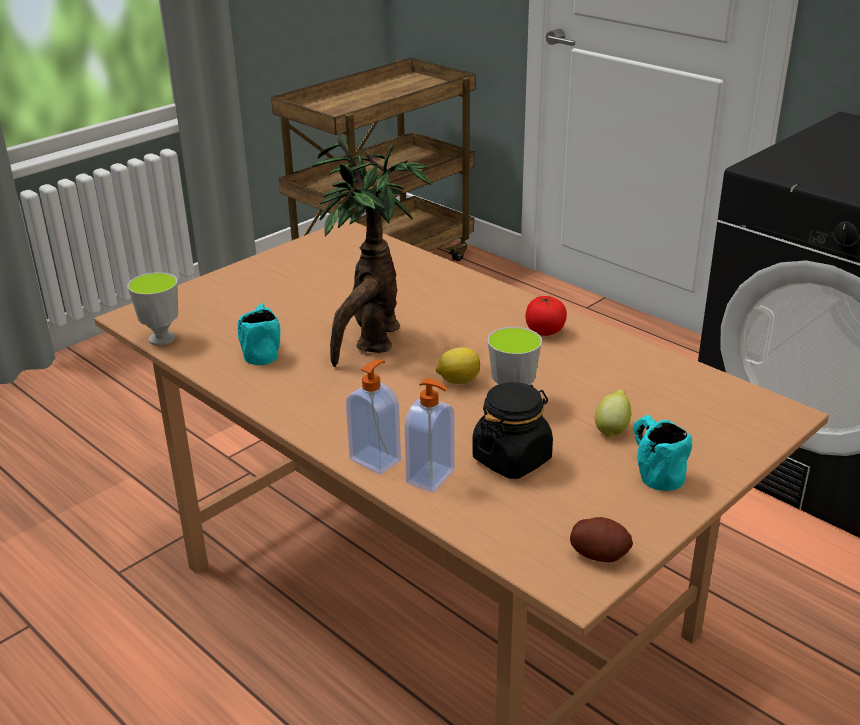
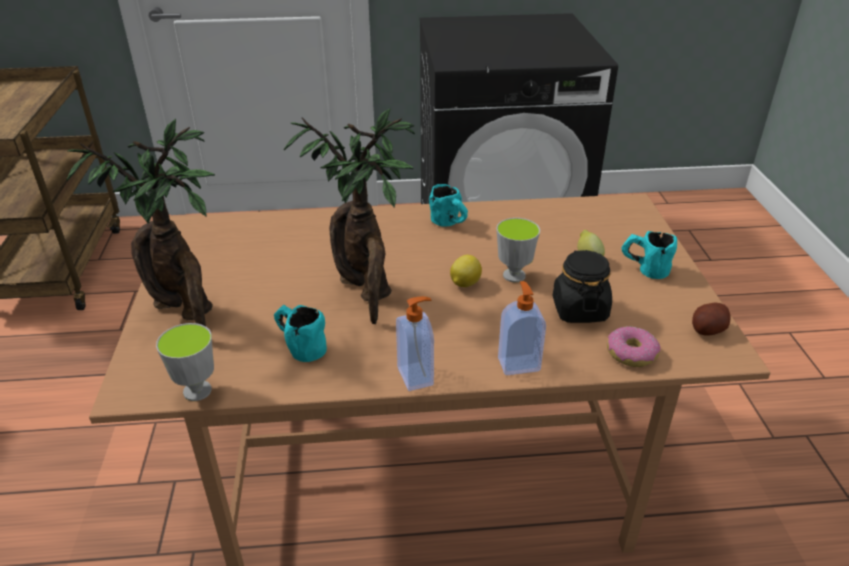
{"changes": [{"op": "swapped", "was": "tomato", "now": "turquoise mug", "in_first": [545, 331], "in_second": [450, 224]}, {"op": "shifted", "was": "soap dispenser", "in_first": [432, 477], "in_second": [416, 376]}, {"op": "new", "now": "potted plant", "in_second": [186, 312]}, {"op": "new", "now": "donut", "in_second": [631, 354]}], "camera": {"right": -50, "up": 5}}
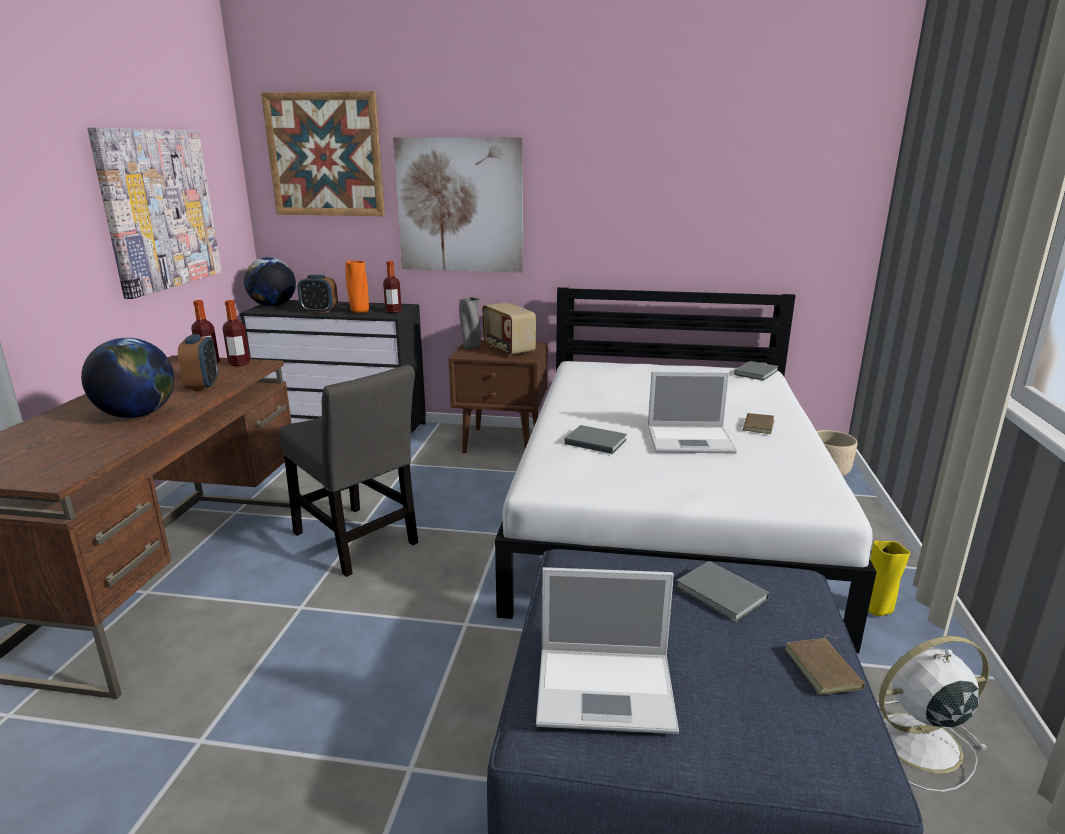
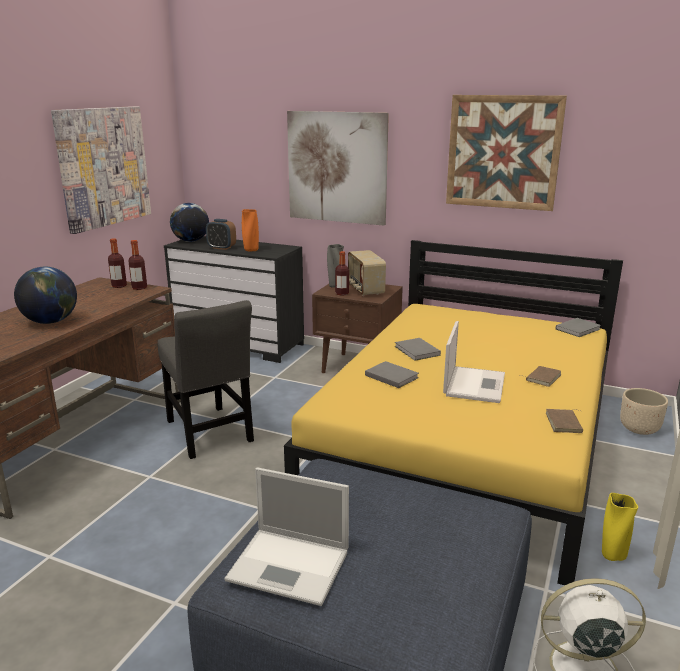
{"changes": [{"op": "shifted", "was": "picture", "in_first": [325, 155], "in_second": [503, 152]}, {"op": "shifted", "was": "bottle", "in_first": [393, 311], "in_second": [342, 293]}, {"op": "repainted", "was": "white bed", "now": "yellow bed", "in_first": [666, 513], "in_second": [467, 444]}, {"op": "gone", "was": "alarm clock", "in_first": [203, 386]}, {"op": "rotated", "was": "laptop", "in_first": [692, 440], "in_second": [474, 384], "clockwise": -90}, {"op": "shifted", "was": "grey book", "in_first": [722, 595], "in_second": [417, 351]}, {"op": "shifted", "was": "brown book", "in_first": [825, 669], "in_second": [565, 423]}], "camera": {"right": 15, "up": 0}}
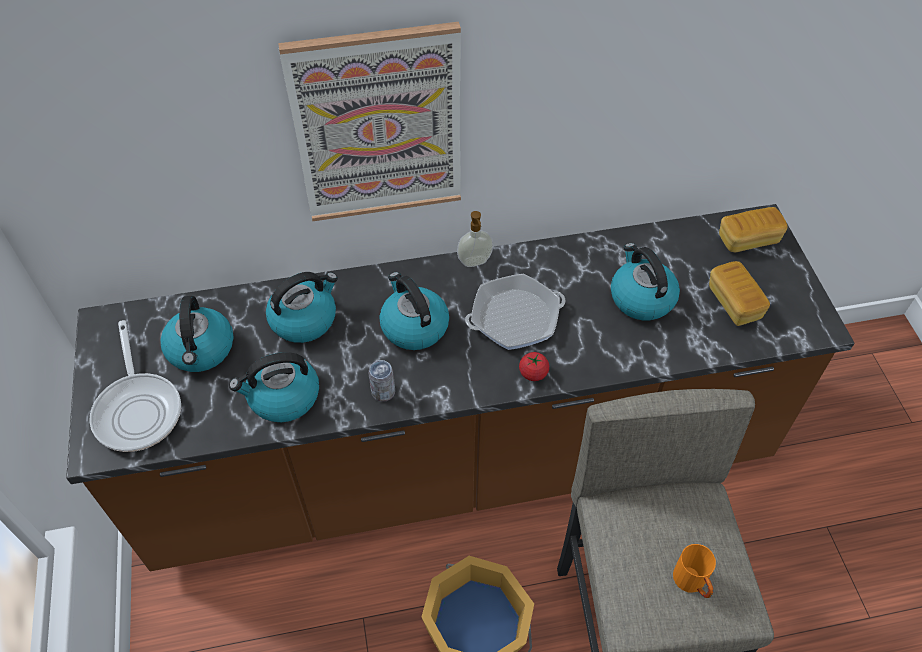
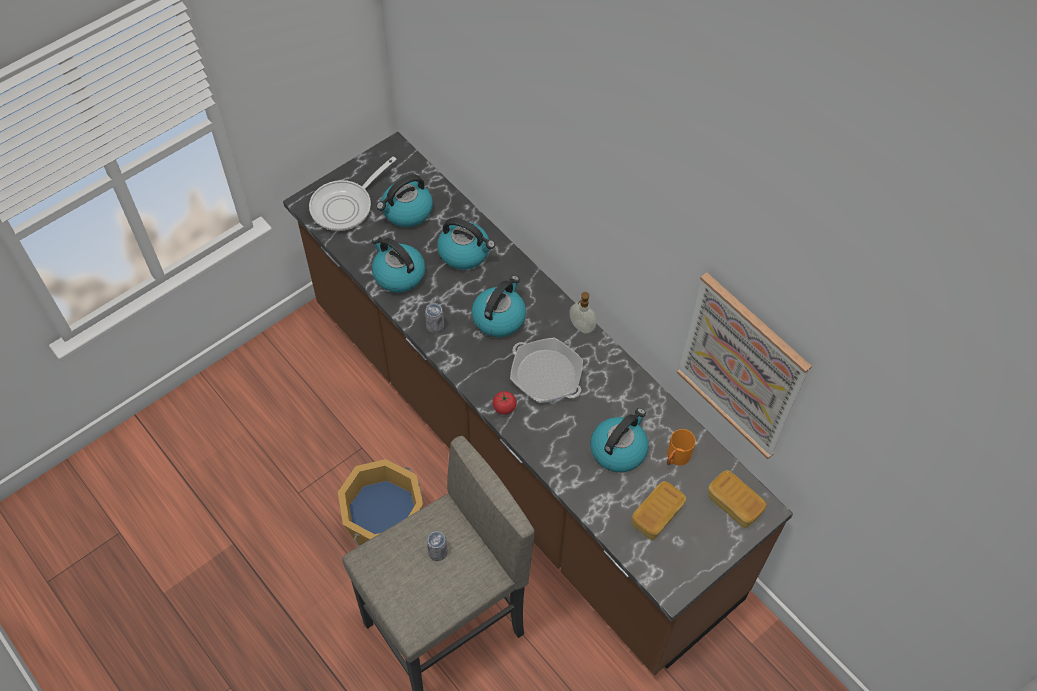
{"changes": [{"op": "shifted", "was": "picture", "in_first": [378, 126], "in_second": [741, 367]}, {"op": "shifted", "was": "orange mug", "in_first": [692, 583], "in_second": [675, 458]}, {"op": "new", "now": "can", "in_second": [438, 552]}], "camera": {"right": 60, "up": 5}}
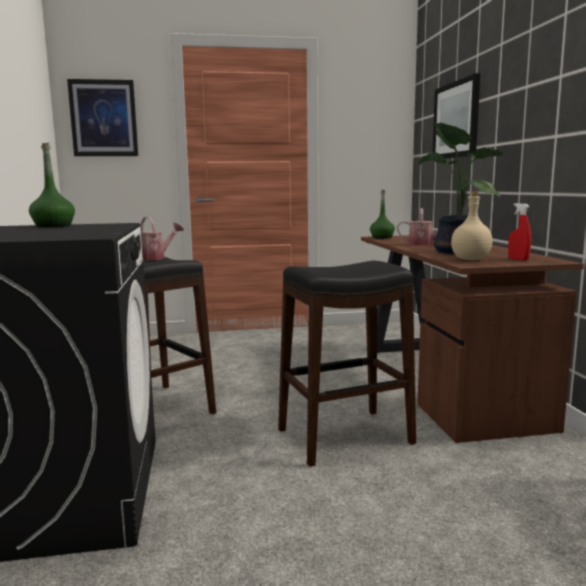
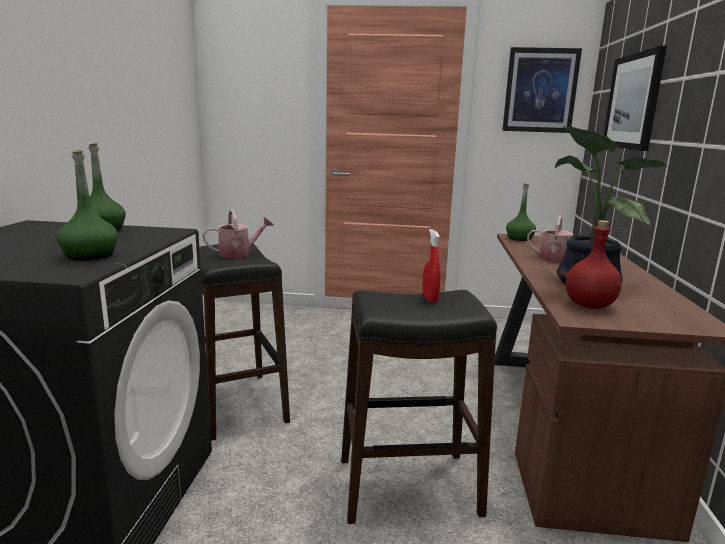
{"changes": [{"op": "shifted", "was": "picture", "in_first": [103, 118], "in_second": [540, 90]}, {"op": "repainted", "was": "beige bottle", "now": "red bottle", "in_first": [471, 259], "in_second": [590, 306]}, {"op": "shifted", "was": "red spray bottle", "in_first": [518, 259], "in_second": [430, 299]}, {"op": "new", "now": "green bottle", "in_second": [90, 256]}], "camera": {"right": 15, "up": 5}}
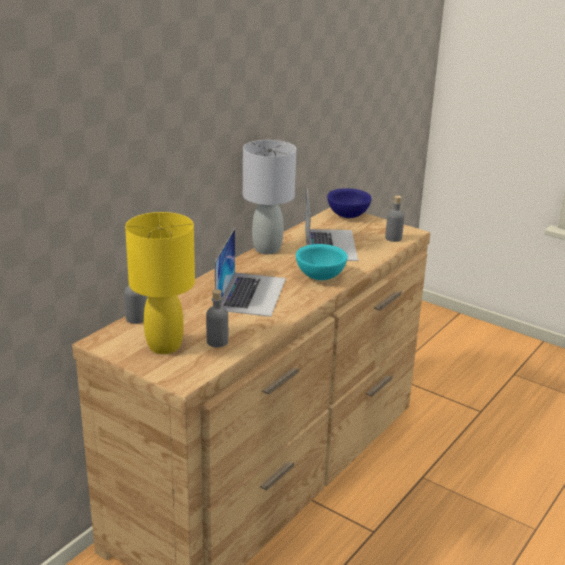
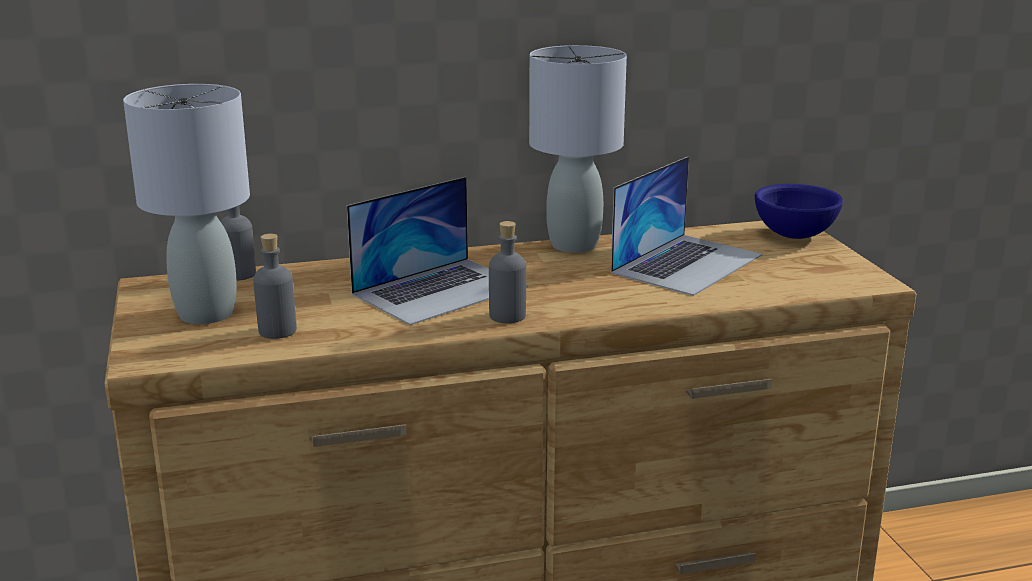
{"changes": [{"op": "shifted", "was": "grey bottle", "in_first": [393, 238], "in_second": [507, 316]}, {"op": "repainted", "was": "yellow table lamp", "now": "grey table lamp", "in_first": [165, 345], "in_second": [207, 314]}, {"op": "gone", "was": "turquoise bowl", "in_first": [320, 276]}], "camera": {"right": 40, "up": -5}}
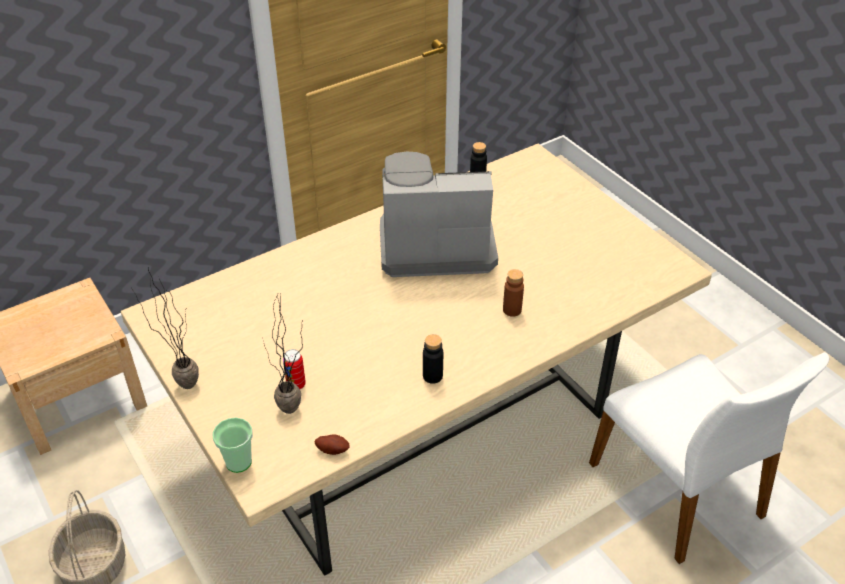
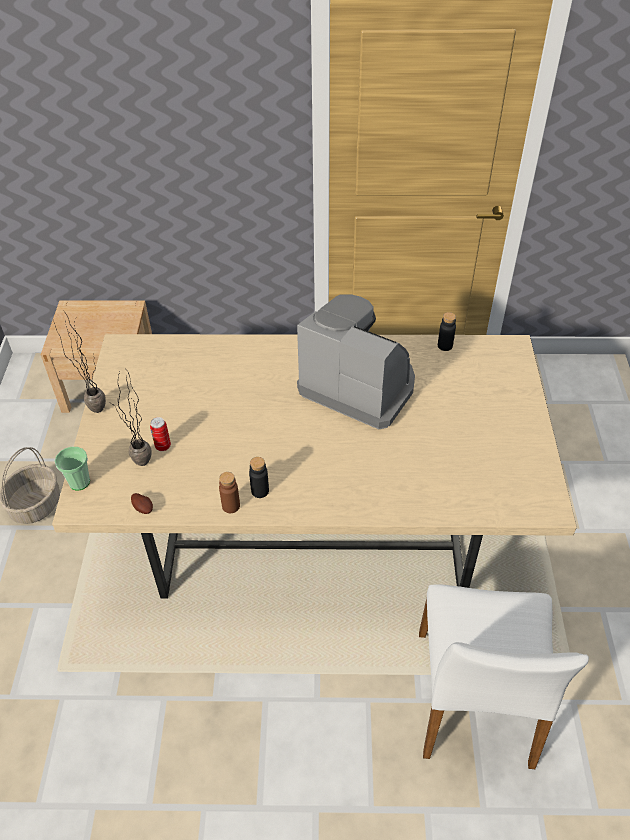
{"changes": [{"op": "shifted", "was": "brown bottle", "in_first": [512, 310], "in_second": [231, 506]}], "camera": {"right": 35, "up": 5}}
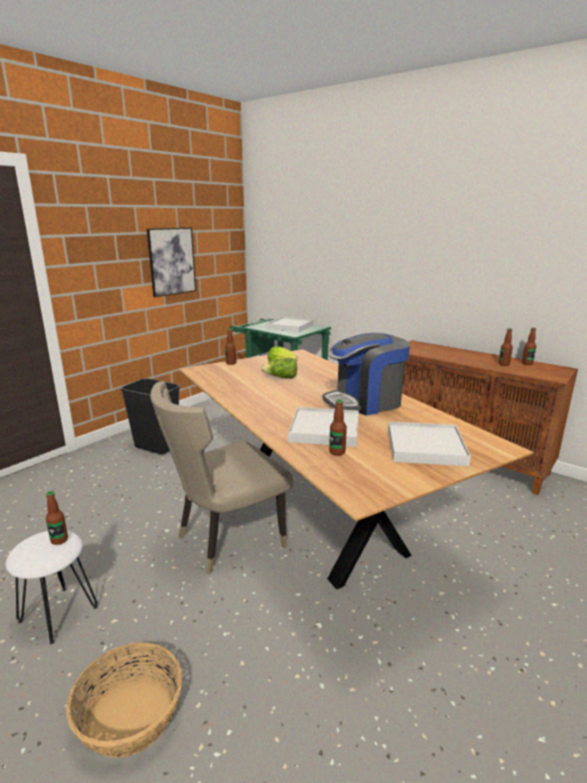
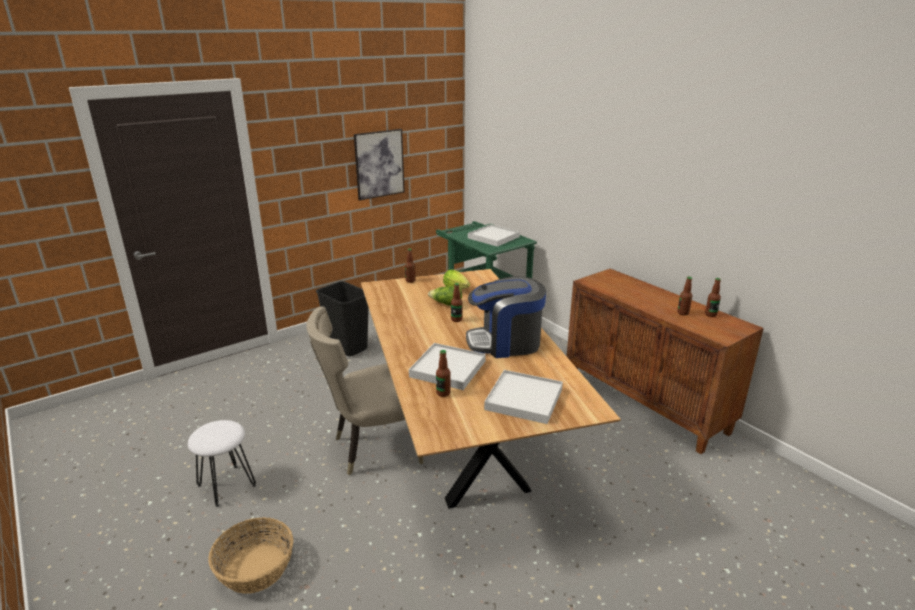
{"changes": [{"op": "shifted", "was": "bottle", "in_first": [59, 540], "in_second": [456, 319]}], "camera": {"right": 15, "up": 5}}
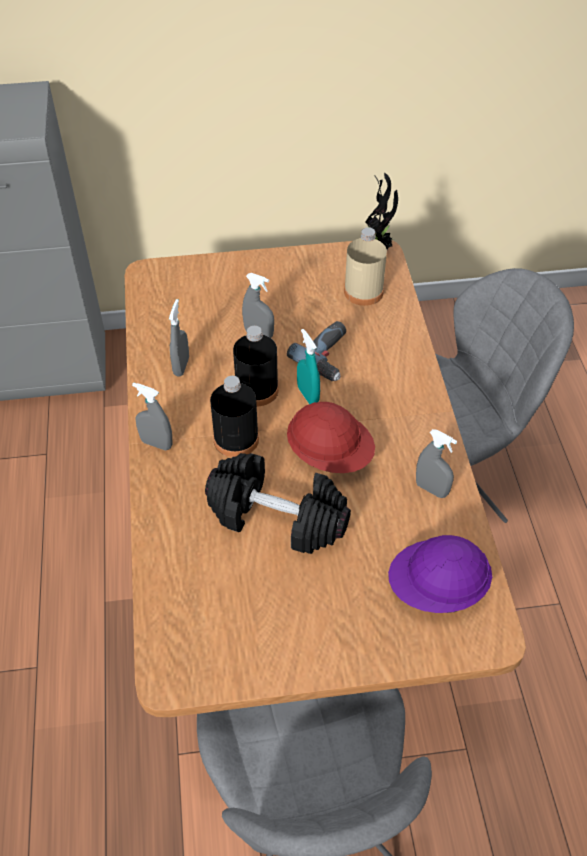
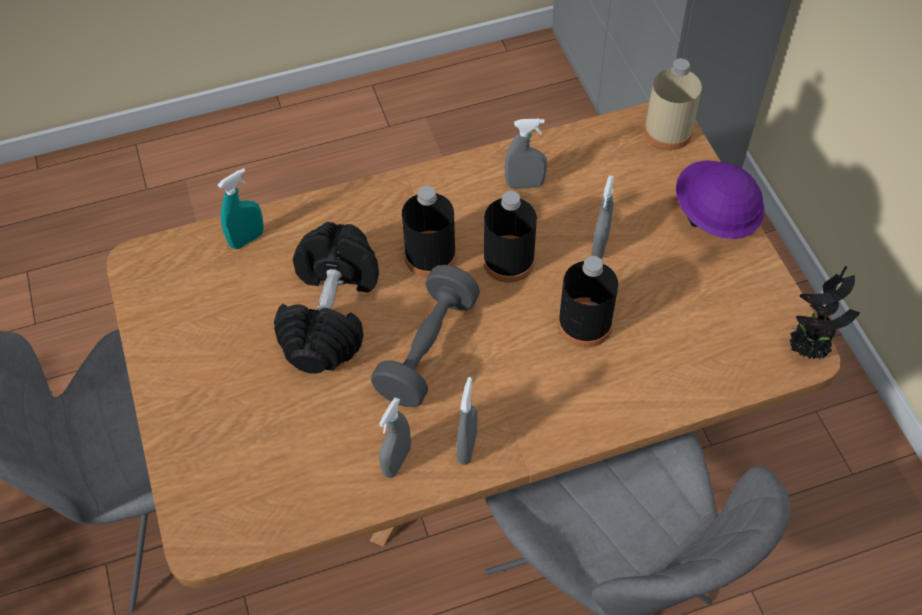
{"changes": [{"op": "shifted", "was": "beige bottle", "in_first": [363, 291], "in_second": [668, 132]}, {"op": "swapped", "was": "power drill", "now": "black bottle", "in_first": [329, 356], "in_second": [584, 324]}, {"op": "shifted", "was": "turquoise spray bottle", "in_first": [308, 395], "in_second": [247, 239]}, {"op": "shifted", "was": "grey spray bottle", "in_first": [156, 443], "in_second": [467, 447]}, {"op": "swapped", "was": "red hard hat", "now": "grey dumbbell", "in_first": [330, 454], "in_second": [427, 349]}, {"op": "shifted", "was": "purple hard hat", "in_first": [437, 589], "in_second": [714, 216]}], "camera": {"right": 80, "up": 5}}
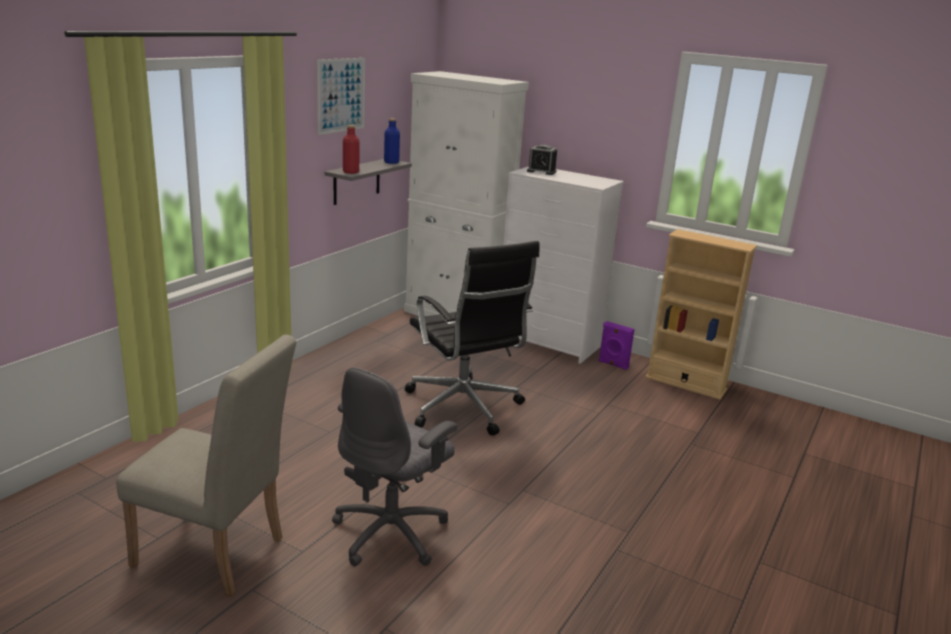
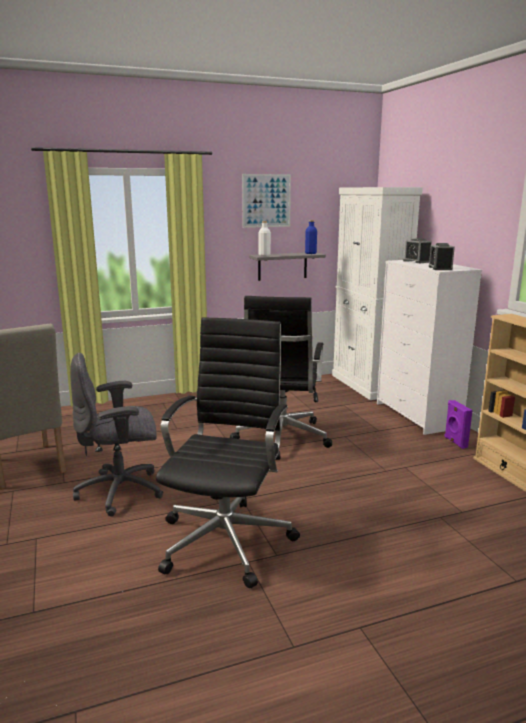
{"changes": [{"op": "repainted", "was": "red bottle", "now": "white bottle", "in_first": [351, 172], "in_second": [264, 255]}, {"op": "new", "now": "alarm clock", "in_second": [440, 268]}, {"op": "new", "now": "black office chair", "in_second": [227, 539]}], "camera": {"right": 40, "up": -5}}
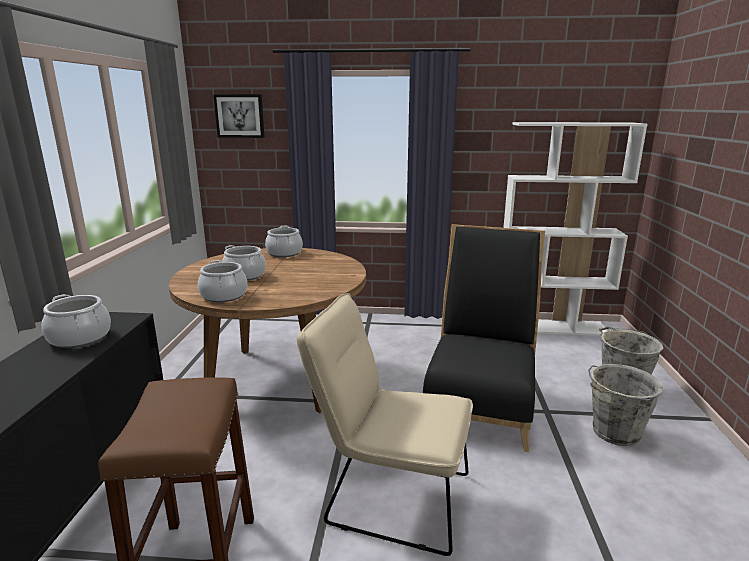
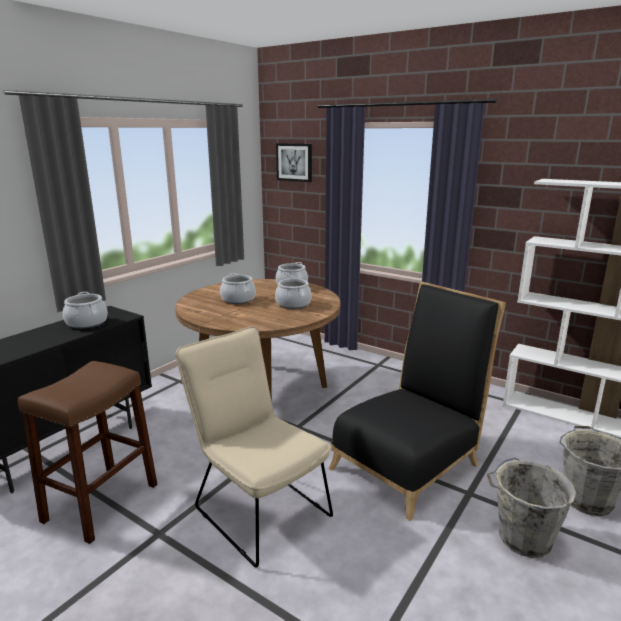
{"changes": [{"op": "shifted", "was": "cooking pot", "in_first": [224, 295], "in_second": [293, 304]}], "camera": {"right": 30, "up": 0}}
